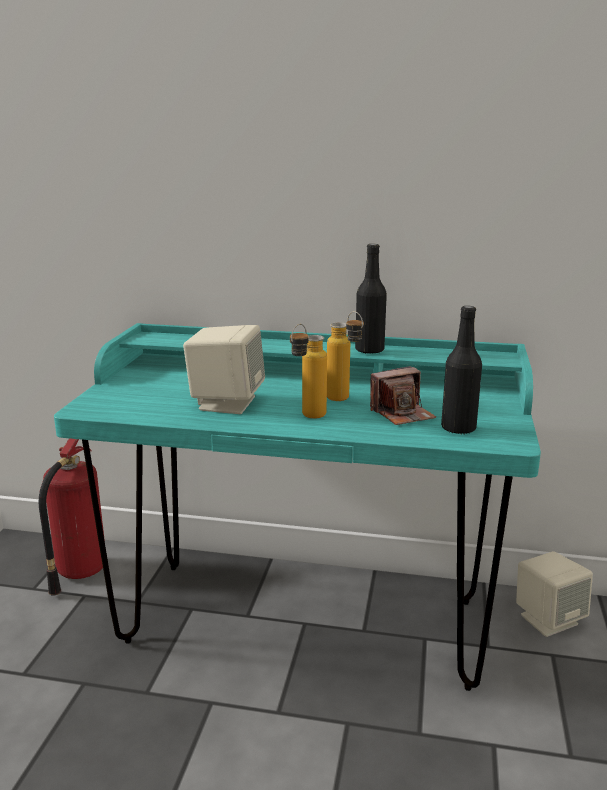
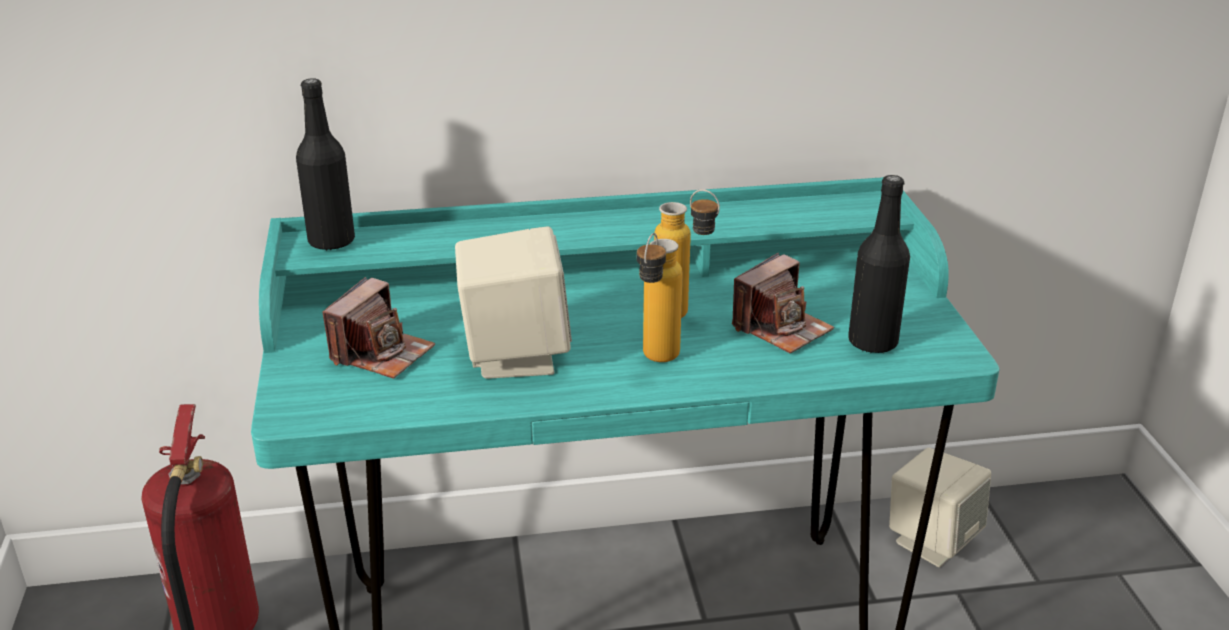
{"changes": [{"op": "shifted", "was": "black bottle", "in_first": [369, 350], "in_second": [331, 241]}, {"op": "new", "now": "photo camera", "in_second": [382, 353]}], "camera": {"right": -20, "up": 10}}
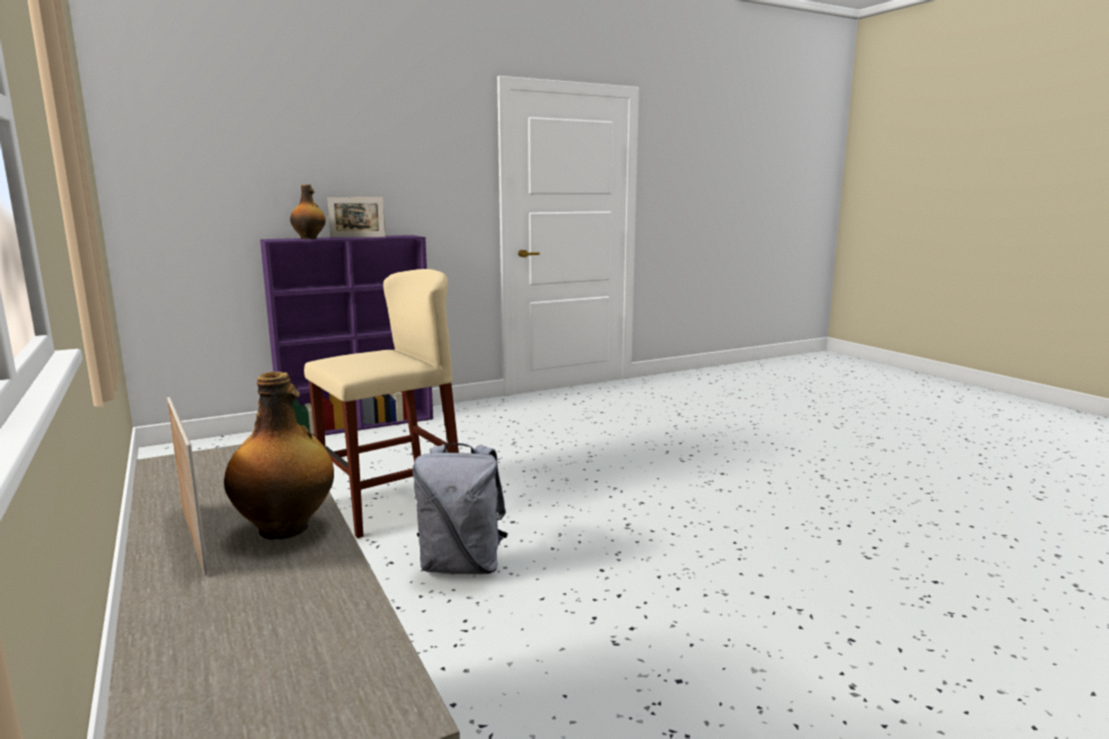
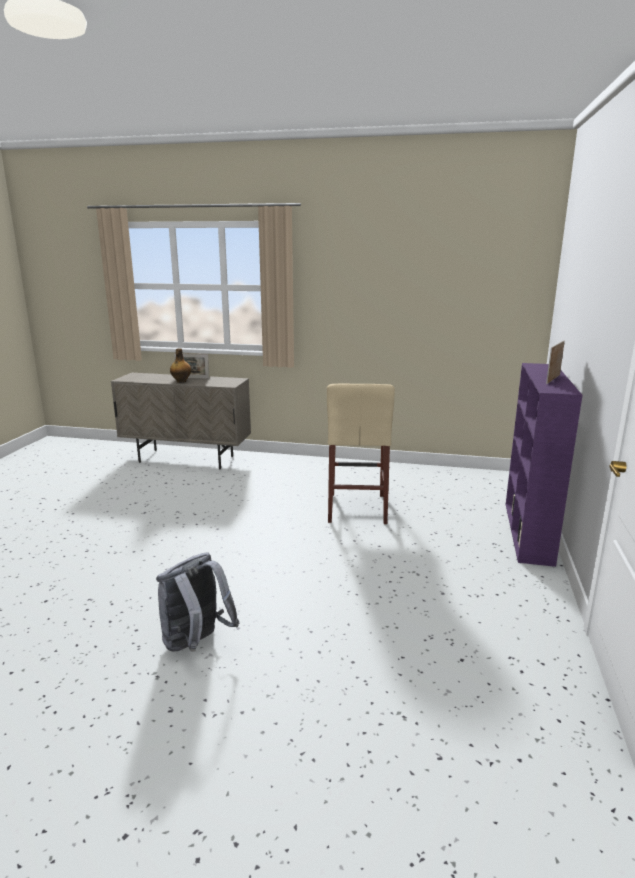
{"changes": [{"op": "gone", "was": "bottle", "in_first": [309, 238]}, {"op": "shifted", "was": "grey backpack", "in_first": [462, 566], "in_second": [196, 644]}], "camera": {"right": 130, "up": 5}}
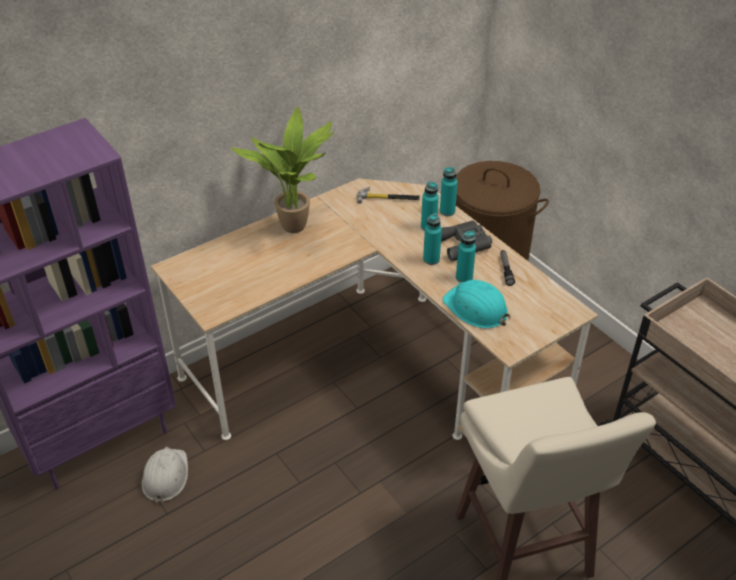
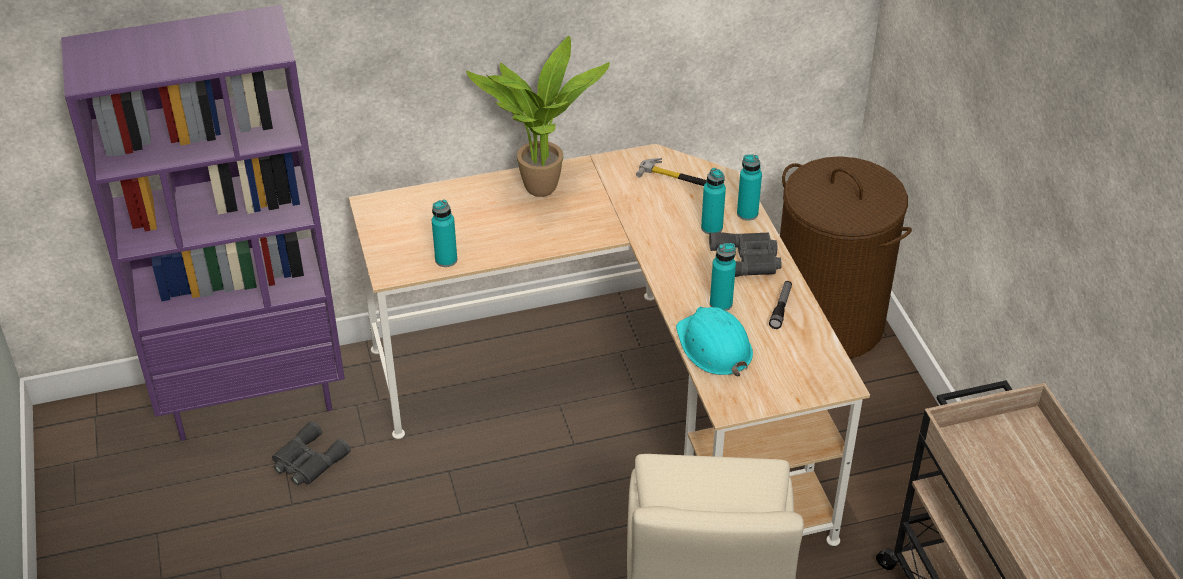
{"changes": [{"op": "shifted", "was": "turquoise bottle", "in_first": [431, 259], "in_second": [446, 260]}, {"op": "swapped", "was": "white hard hat", "now": "grey binoculars", "in_first": [165, 476], "in_second": [308, 461]}], "camera": {"right": 20, "up": 0}}
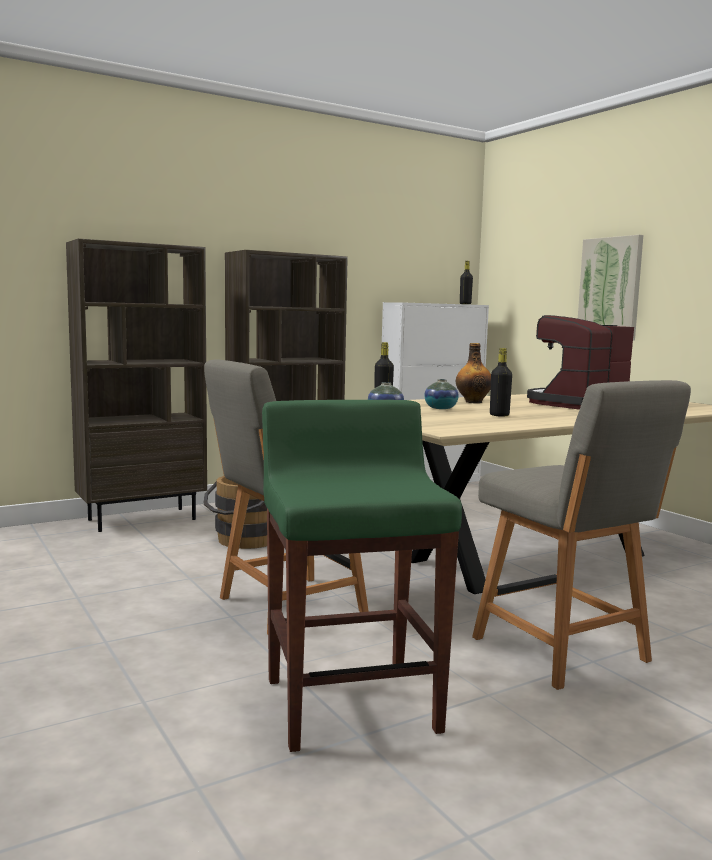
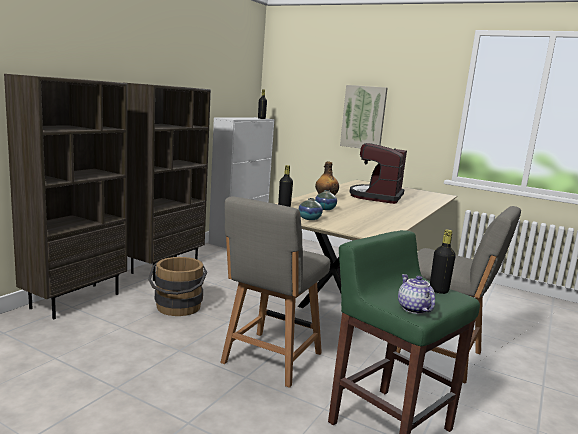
{"changes": [{"op": "shifted", "was": "black bottle", "in_first": [499, 415], "in_second": [438, 290]}, {"op": "new", "now": "teapot", "in_second": [413, 309]}], "camera": {"right": -30, "up": 5}}
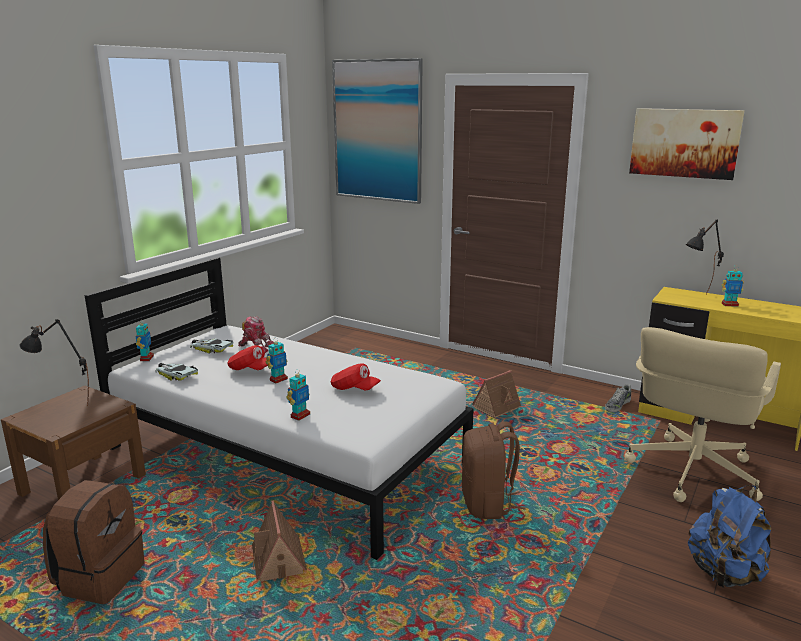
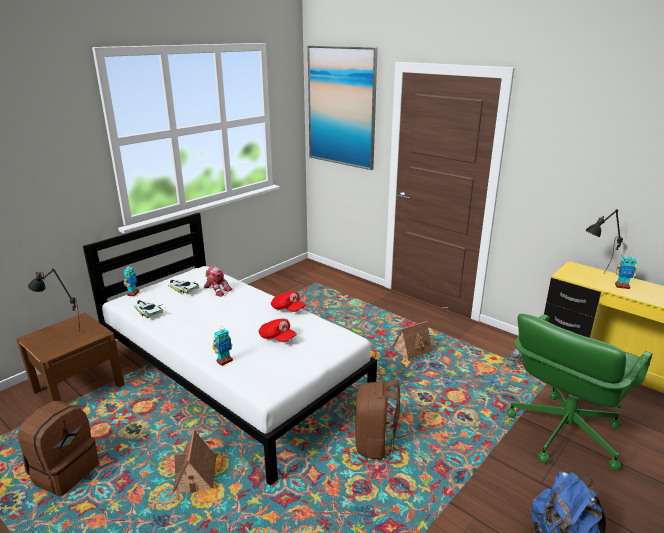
{"changes": [{"op": "gone", "was": "picture", "in_first": [684, 143]}, {"op": "repainted", "was": "beige office chair", "now": "green office chair", "in_first": [691, 472], "in_second": [563, 433]}, {"op": "gone", "was": "toy robot", "in_first": [278, 379]}, {"op": "shifted", "was": "red cap", "in_first": [250, 369], "in_second": [288, 309]}], "camera": {"right": 10, "up": 5}}
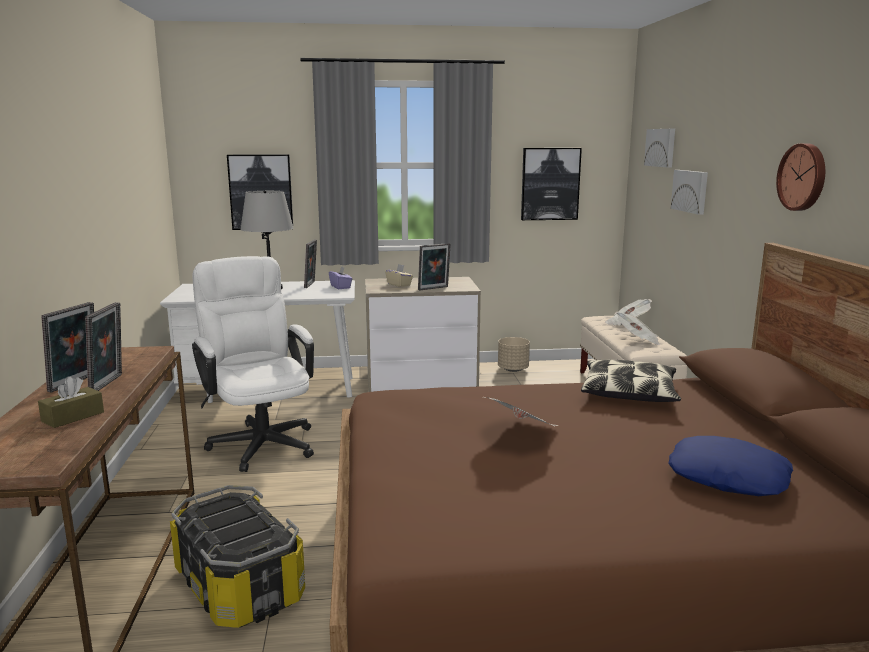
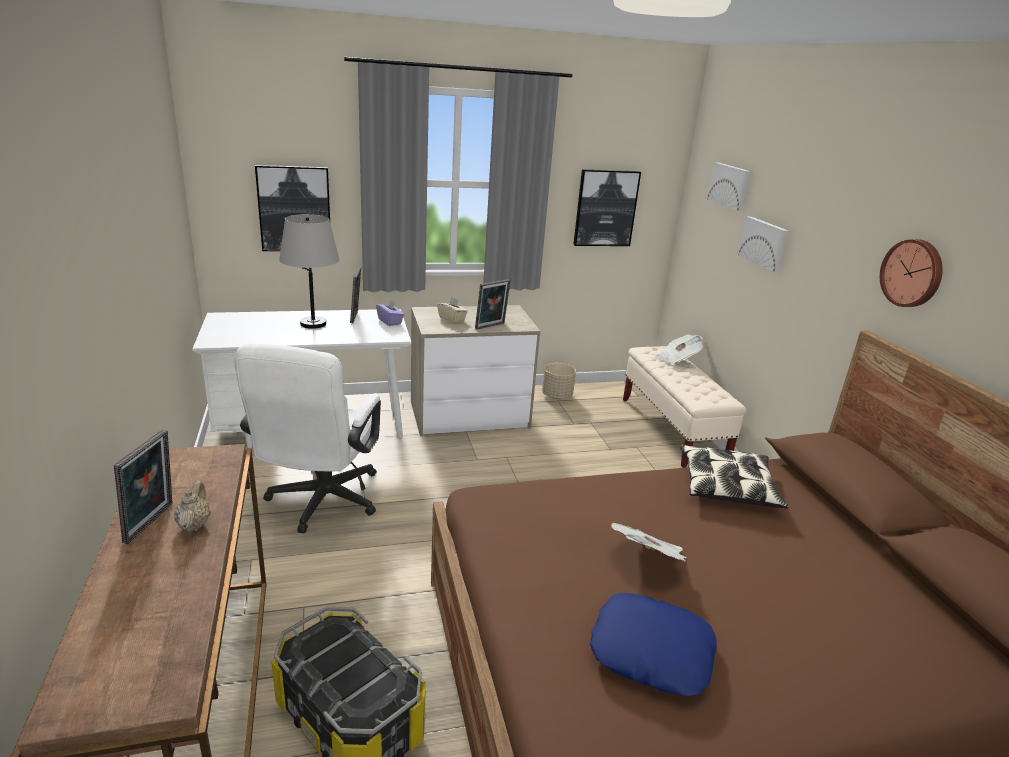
{"changes": [{"op": "rotated", "was": "white office chair", "in_first": [260, 441], "in_second": [320, 504], "clockwise": -135}, {"op": "swapped", "was": "picture frame", "now": "beige teapot", "in_first": [109, 384], "in_second": [194, 524]}, {"op": "gone", "was": "newspaper", "in_first": [637, 340]}, {"op": "gone", "was": "brown tissue box", "in_first": [73, 417]}, {"op": "shifted", "was": "blue pillow", "in_first": [728, 477], "in_second": [651, 651]}], "camera": {"right": -10, "up": 10}}
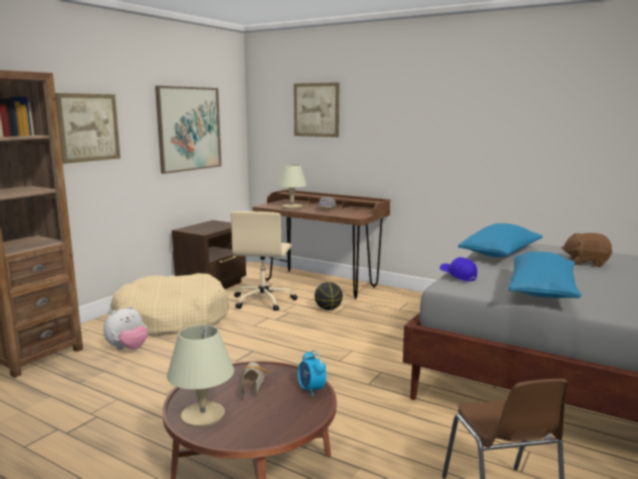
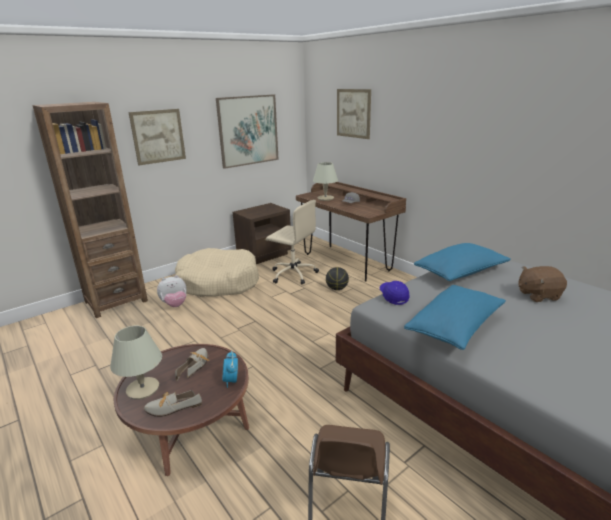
{"changes": [{"op": "rotated", "was": "beige office chair", "in_first": [264, 301], "in_second": [293, 274], "clockwise": -90}, {"op": "rotated", "was": "brown plush toy", "in_first": [586, 262], "in_second": [538, 295], "clockwise": -45}, {"op": "new", "now": "shoe", "in_second": [170, 408]}], "camera": {"right": 20, "up": 10}}
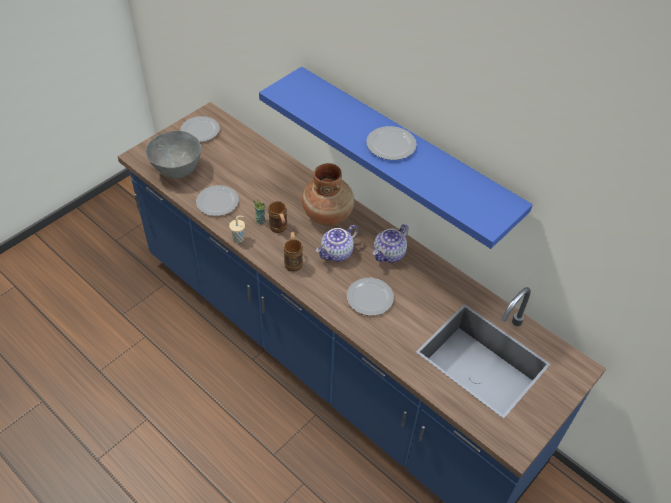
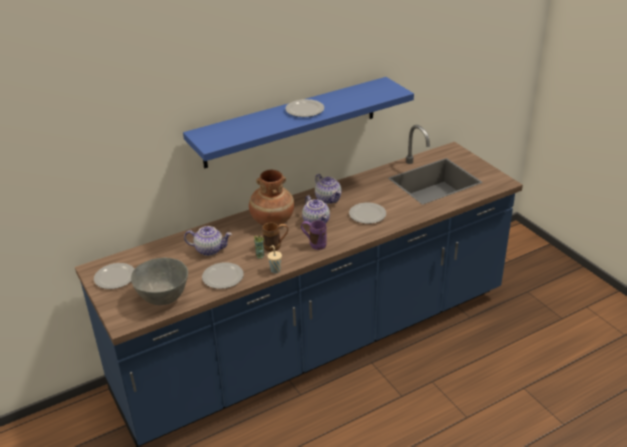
{"changes": [{"op": "repainted", "was": "brown mug", "now": "purple mug", "in_first": [293, 260], "in_second": [314, 244]}, {"op": "new", "now": "teapot", "in_second": [210, 249]}], "camera": {"right": -70, "up": -15}}
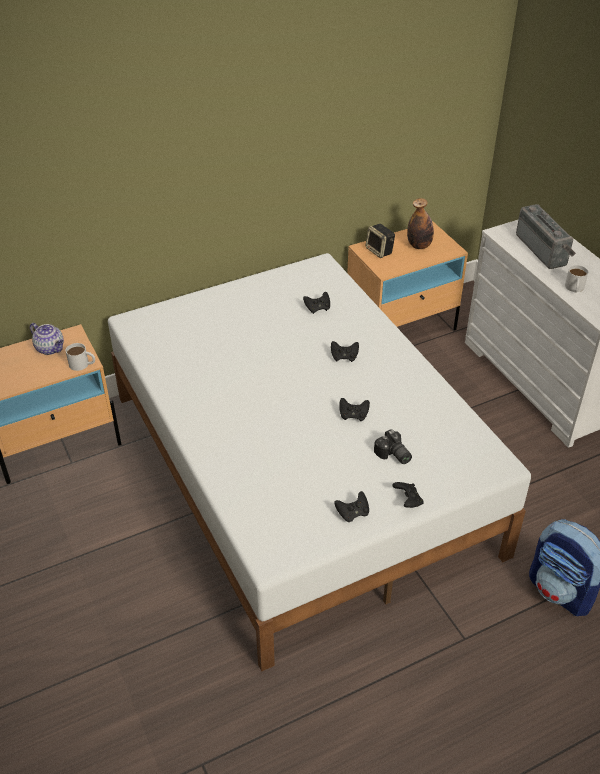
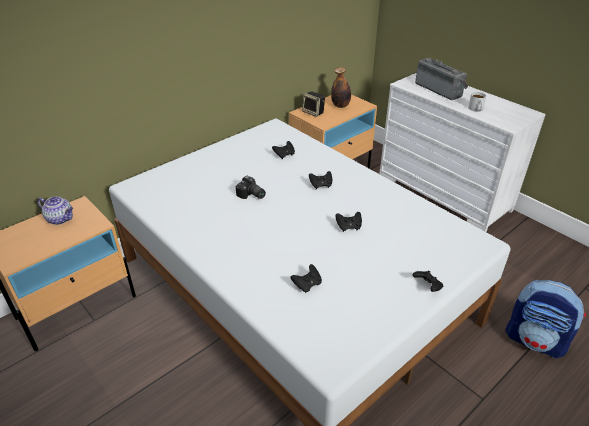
{"changes": [{"op": "gone", "was": "white mug", "in_first": [82, 364]}, {"op": "shifted", "was": "photo camera", "in_first": [393, 455], "in_second": [251, 195]}, {"op": "shifted", "was": "black game controller", "in_first": [352, 513], "in_second": [307, 285]}], "camera": {"right": -15, "up": -5}}
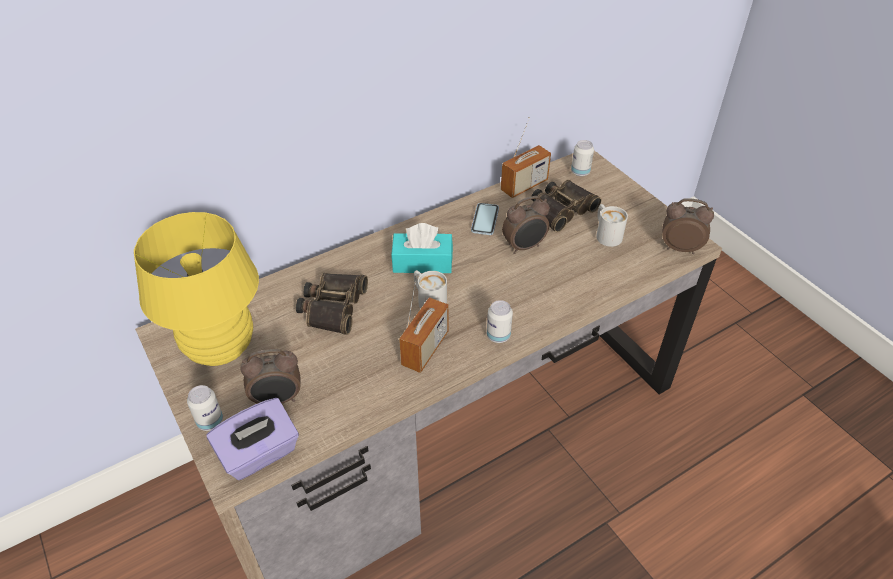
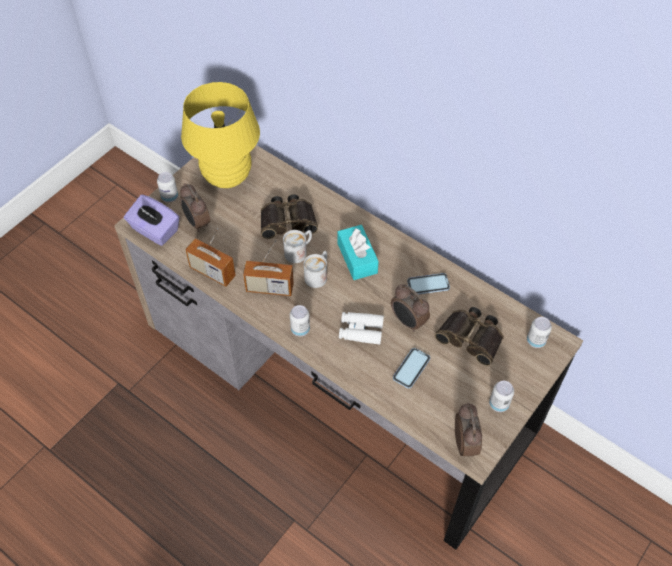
{"changes": [{"op": "shifted", "was": "radio", "in_first": [524, 185], "in_second": [212, 272]}, {"op": "shifted", "was": "white mug", "in_first": [606, 234], "in_second": [299, 251]}, {"op": "new", "now": "white binoculars", "in_second": [361, 330]}, {"op": "new", "now": "phone", "in_second": [411, 368]}, {"op": "new", "now": "can", "in_second": [499, 404]}], "camera": {"right": 70, "up": 10}}
